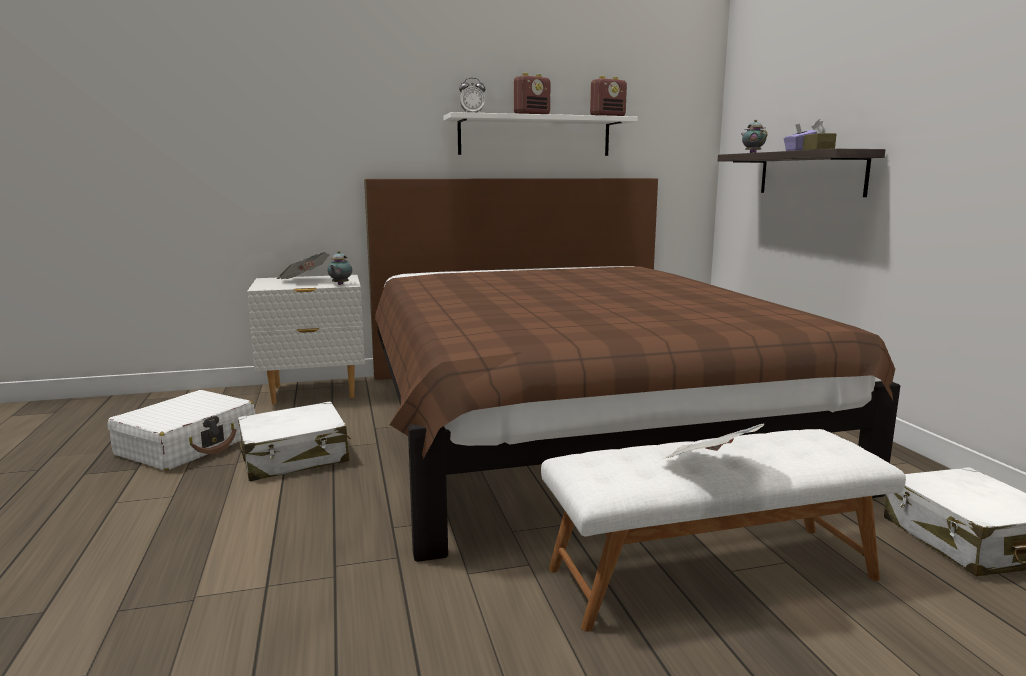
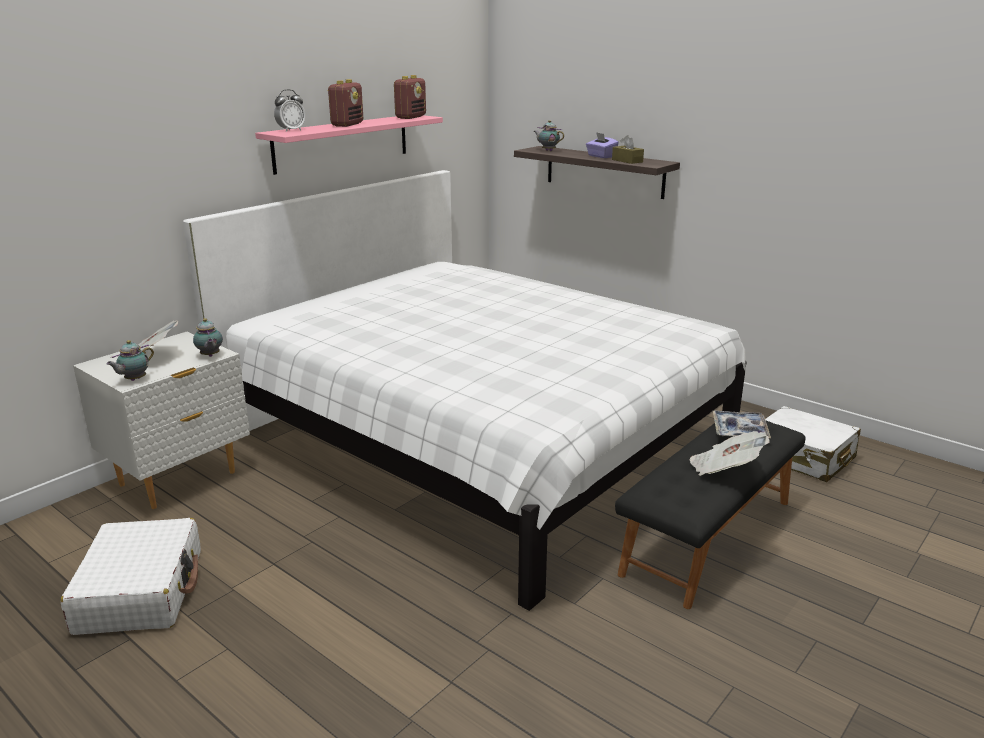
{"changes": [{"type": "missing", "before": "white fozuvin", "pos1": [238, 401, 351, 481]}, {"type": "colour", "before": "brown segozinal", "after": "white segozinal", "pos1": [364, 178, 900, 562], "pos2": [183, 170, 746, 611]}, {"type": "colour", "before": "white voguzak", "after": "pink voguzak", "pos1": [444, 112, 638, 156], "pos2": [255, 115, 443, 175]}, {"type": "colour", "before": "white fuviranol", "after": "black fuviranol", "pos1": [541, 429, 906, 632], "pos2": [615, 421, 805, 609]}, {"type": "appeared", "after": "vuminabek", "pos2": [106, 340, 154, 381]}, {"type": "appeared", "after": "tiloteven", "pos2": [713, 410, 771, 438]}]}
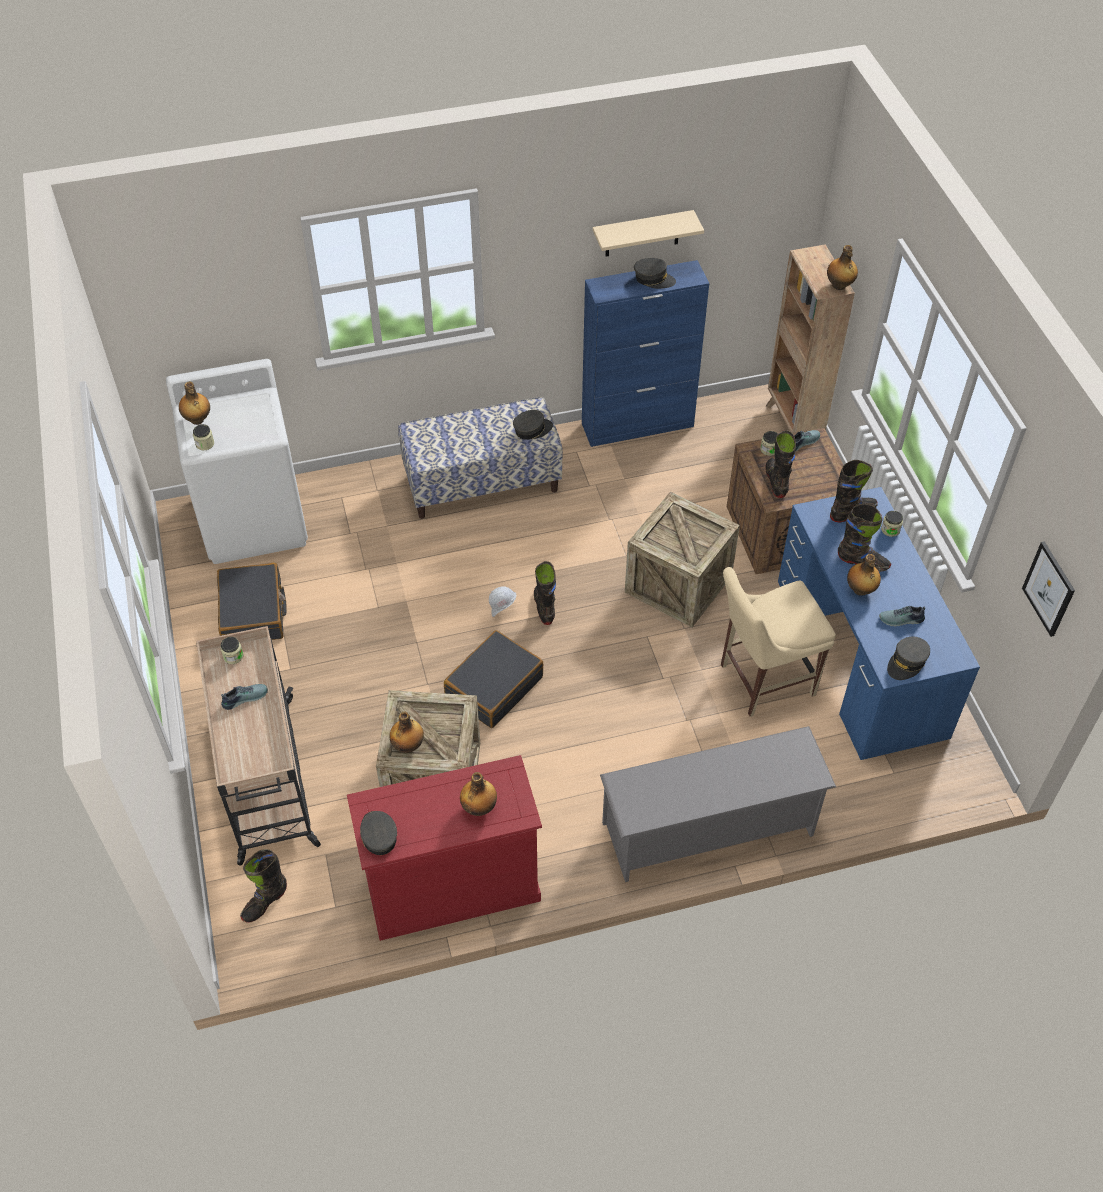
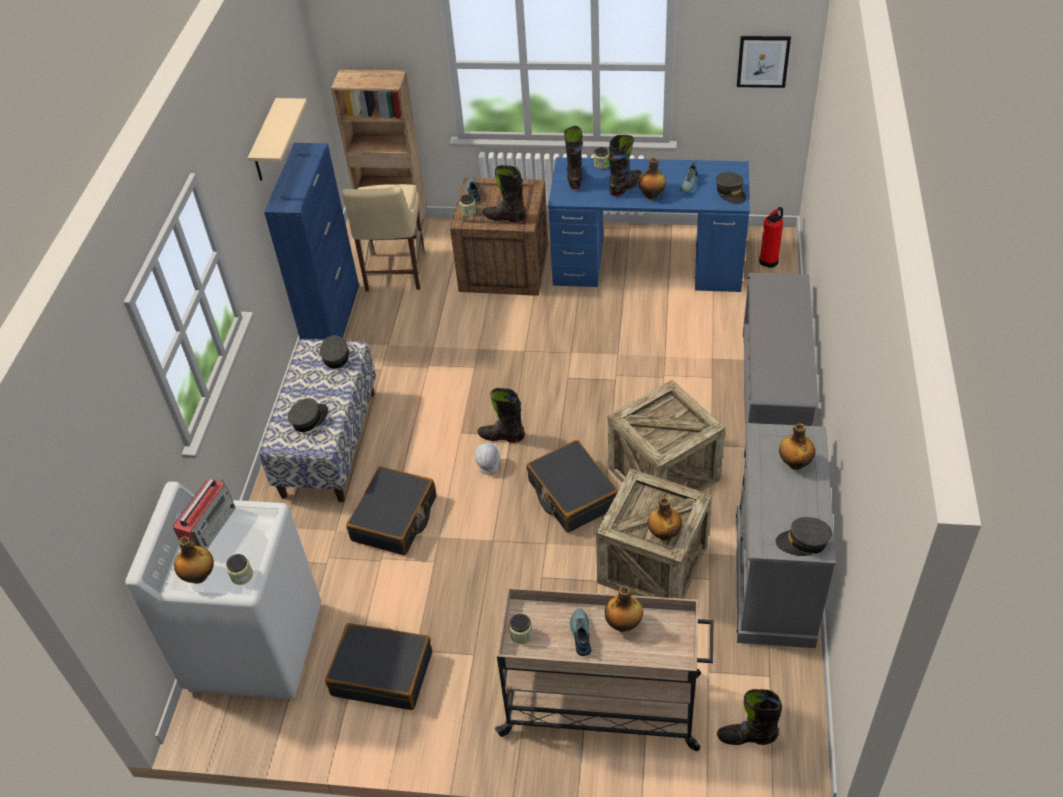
{"changes": [{"type": "spun", "before": "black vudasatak", "pos1": [240, 849, 287, 923], "pos2": [717, 689, 782, 745], "turn": 120}, {"type": "colour", "before": "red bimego", "after": "grey bimego", "pos1": [347, 755, 542, 941], "pos2": [736, 423, 836, 648]}, {"type": "relocated", "before": "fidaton", "pos1": [625, 492, 740, 627], "pos2": [608, 380, 725, 492]}, {"type": "relocated", "before": "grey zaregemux", "pos1": [634, 258, 676, 289], "pos2": [288, 398, 328, 432]}, {"type": "relocated", "before": "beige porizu", "pos1": [721, 567, 836, 717], "pos2": [342, 184, 425, 292]}, {"type": "relocated", "before": "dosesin", "pos1": [827, 245, 858, 290], "pos2": [605, 586, 643, 632]}, {"type": "appeared", "after": "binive", "pos2": [173, 478, 235, 549]}, {"type": "appeared", "after": "black fozuvin", "pos2": [346, 466, 436, 555]}, {"type": "appeared", "after": "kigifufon", "pos2": [759, 207, 783, 268]}]}
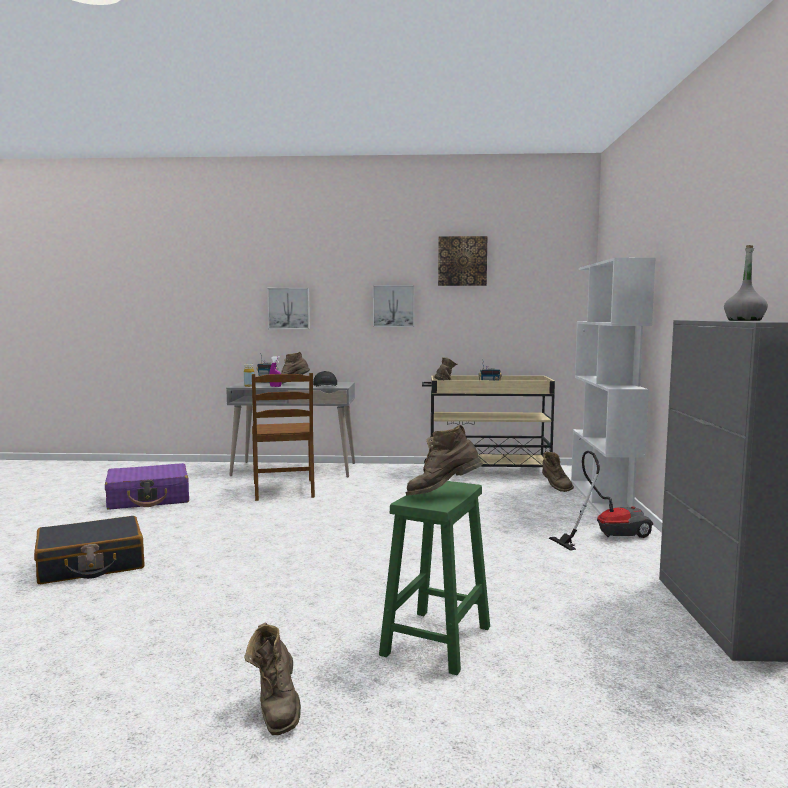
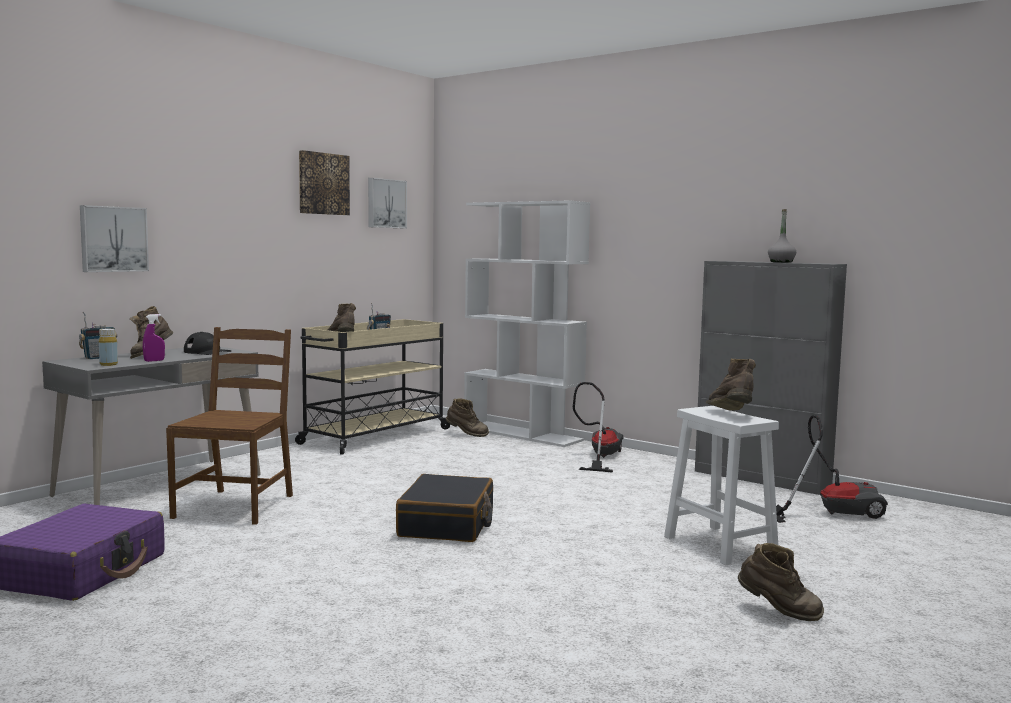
{"changes": [{"type": "relocated", "before": "black fozuvin", "pos1": [34, 516, 145, 584], "pos2": [396, 474, 493, 542]}, {"type": "spun", "before": "brown porizu", "pos1": [252, 373, 315, 501], "pos2": [166, 327, 293, 525], "turn": -105}, {"type": "relocated", "before": "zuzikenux", "pos1": [373, 285, 414, 327], "pos2": [368, 178, 407, 228]}, {"type": "colour", "before": "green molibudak", "after": "white molibudak", "pos1": [379, 481, 490, 675], "pos2": [664, 406, 779, 565]}, {"type": "spun", "before": "brown vudasatak", "pos1": [406, 425, 483, 496], "pos2": [706, 358, 756, 411], "turn": 150}, {"type": "appeared", "after": "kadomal", "pos2": [776, 415, 888, 523]}]}
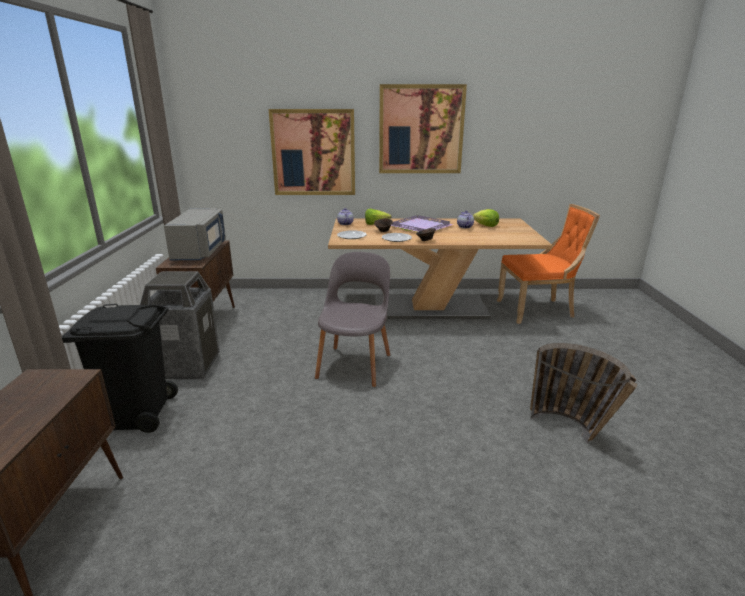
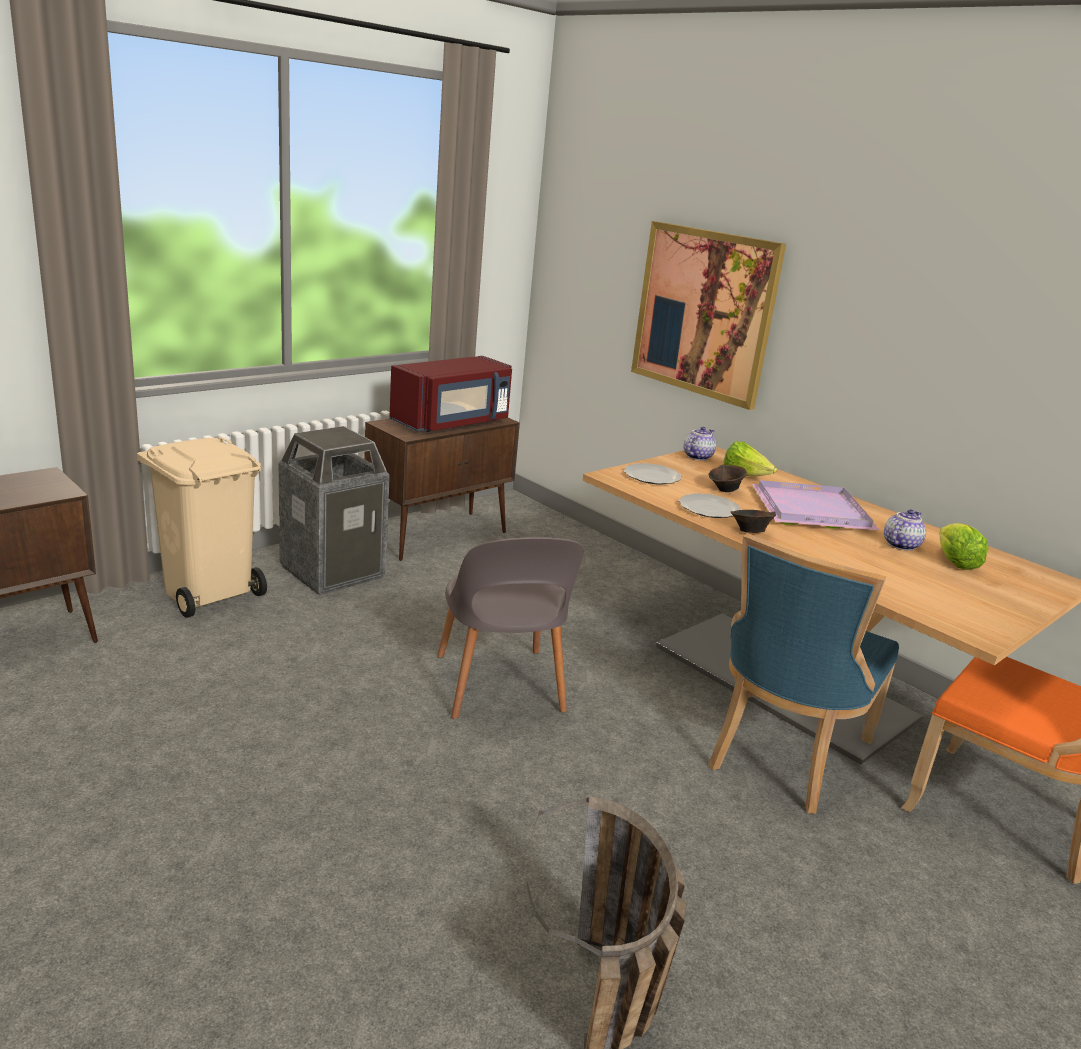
{"changes": [{"type": "colour", "before": "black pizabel", "after": "beige pizabel", "pos1": [62, 304, 178, 433], "pos2": [137, 437, 267, 618]}, {"type": "colour", "before": "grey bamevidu", "after": "red bamevidu", "pos1": [164, 208, 226, 260], "pos2": [389, 356, 512, 432]}, {"type": "spun", "before": "grey porizu", "pos1": [315, 252, 390, 387], "pos2": [437, 537, 584, 719], "turn": 105}, {"type": "missing", "before": "zuzikenux", "pos1": [379, 84, 467, 173]}, {"type": "appeared", "after": "blue porizu", "pos2": [708, 533, 899, 814]}]}
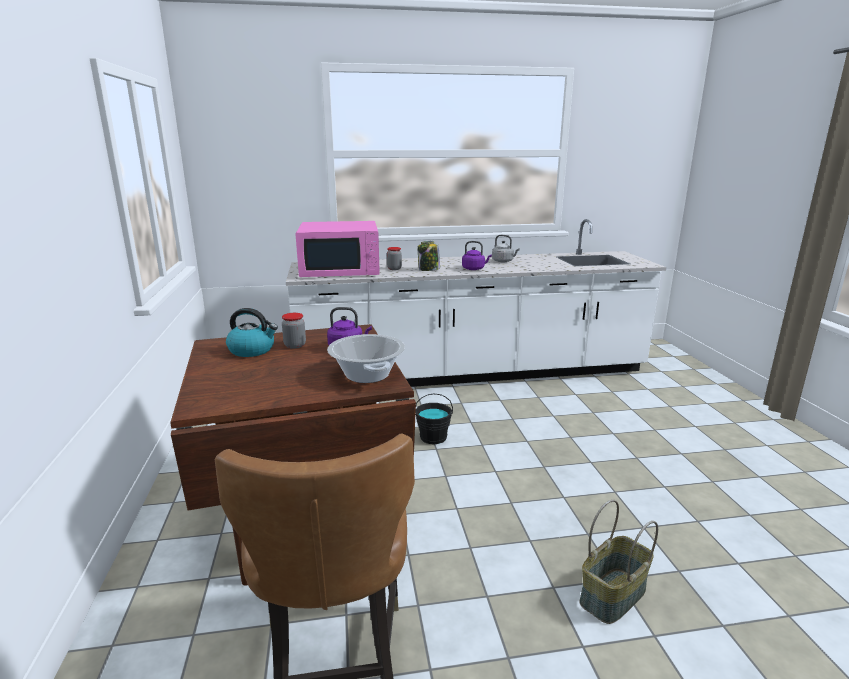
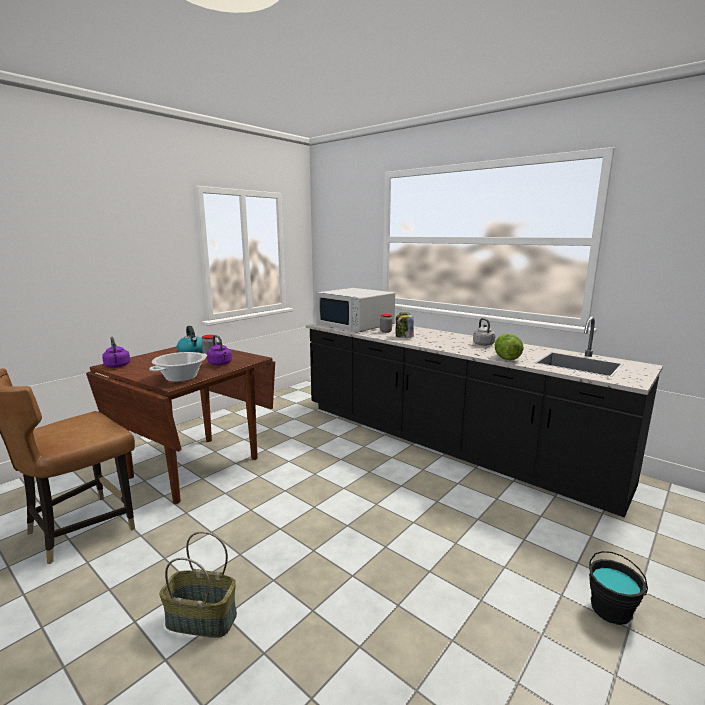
{"changes": [{"type": "colour", "before": "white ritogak", "after": "black ritogak", "pos1": [286, 219, 666, 387], "pos2": [306, 316, 663, 518]}, {"type": "colour", "before": "pink bamevidu", "after": "white bamevidu", "pos1": [295, 221, 380, 277], "pos2": [316, 288, 395, 332]}, {"type": "relocated", "before": "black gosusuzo", "pos1": [415, 394, 453, 444], "pos2": [589, 551, 648, 625]}, {"type": "relocated", "before": "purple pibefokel", "pos1": [462, 241, 492, 270], "pos2": [102, 337, 130, 368]}, {"type": "appeared", "after": "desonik", "pos2": [495, 334, 524, 360]}]}
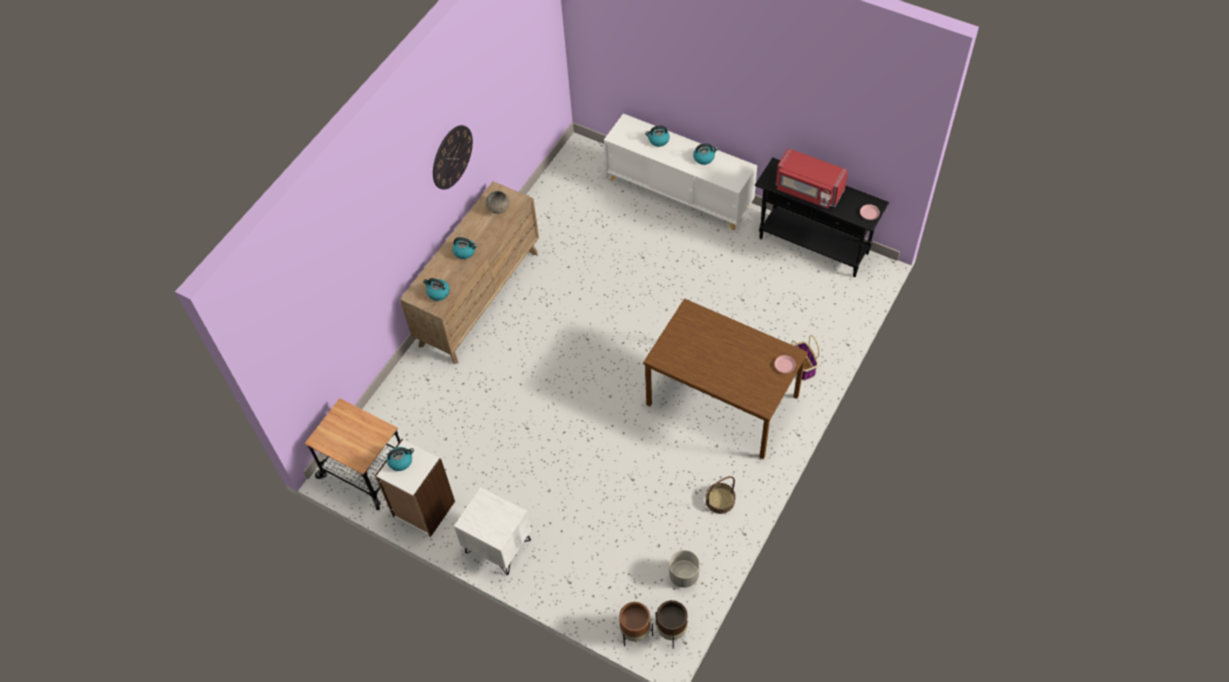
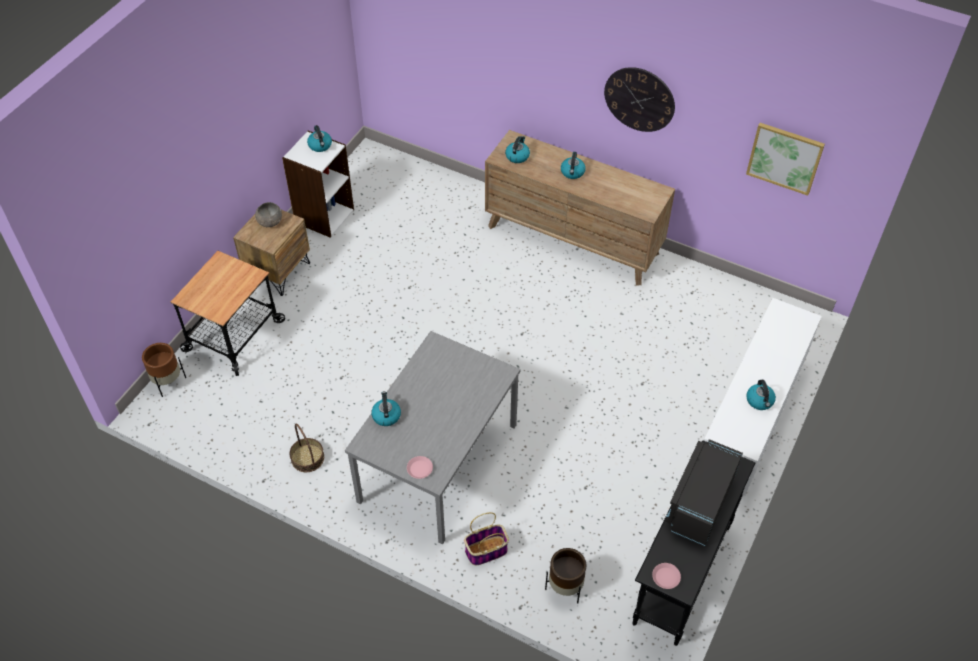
{"changes": [{"type": "relocated", "before": "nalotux", "pos1": [304, 398, 400, 510], "pos2": [171, 251, 285, 376]}, {"type": "colour", "before": "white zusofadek", "after": "brown zusofadek", "pos1": [454, 487, 531, 575], "pos2": [233, 210, 310, 296]}, {"type": "relocated", "before": "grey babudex", "pos1": [486, 191, 510, 214], "pos2": [255, 202, 282, 227]}, {"type": "colour", "before": "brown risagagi", "after": "grey risagagi", "pos1": [643, 298, 808, 459], "pos2": [345, 331, 521, 545]}, {"type": "relocated", "before": "pibefokel", "pos1": [645, 125, 670, 147], "pos2": [371, 391, 401, 426]}, {"type": "relocated", "before": "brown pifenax", "pos1": [655, 600, 687, 649], "pos2": [545, 548, 586, 604]}, {"type": "missing", "before": "grey pifenax", "pos1": [669, 550, 700, 588]}, {"type": "colour", "before": "red bamevidu", "after": "black bamevidu", "pos1": [775, 148, 848, 209], "pos2": [665, 439, 743, 546]}, {"type": "appeared", "after": "zuzikenux", "pos2": [746, 123, 825, 196]}]}
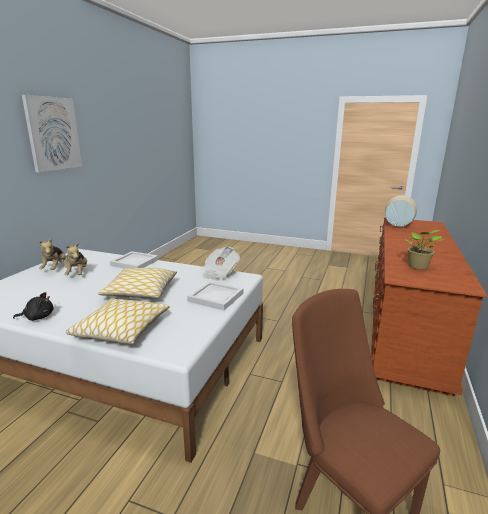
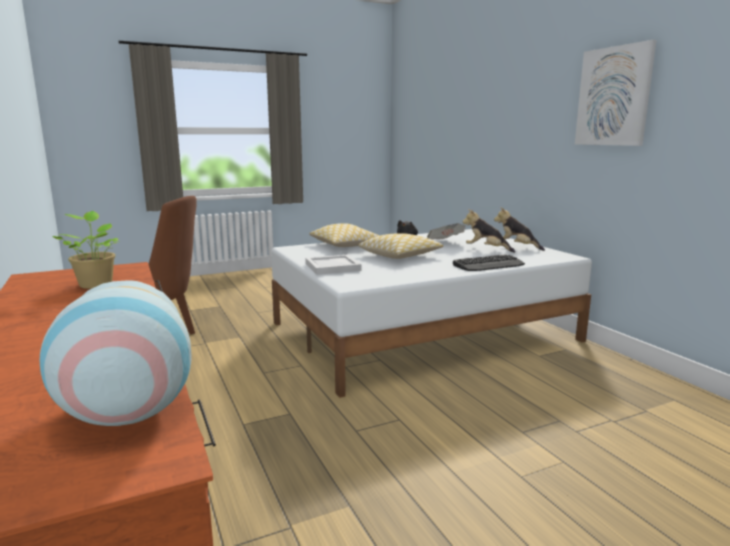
{"changes": [{"type": "exchanged", "before": "white tiloteven", "after": "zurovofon", "pos1": [110, 251, 158, 268], "pos2": [453, 254, 525, 271]}, {"type": "relocated", "before": "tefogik", "pos1": [203, 247, 240, 279], "pos2": [427, 223, 466, 240]}]}
